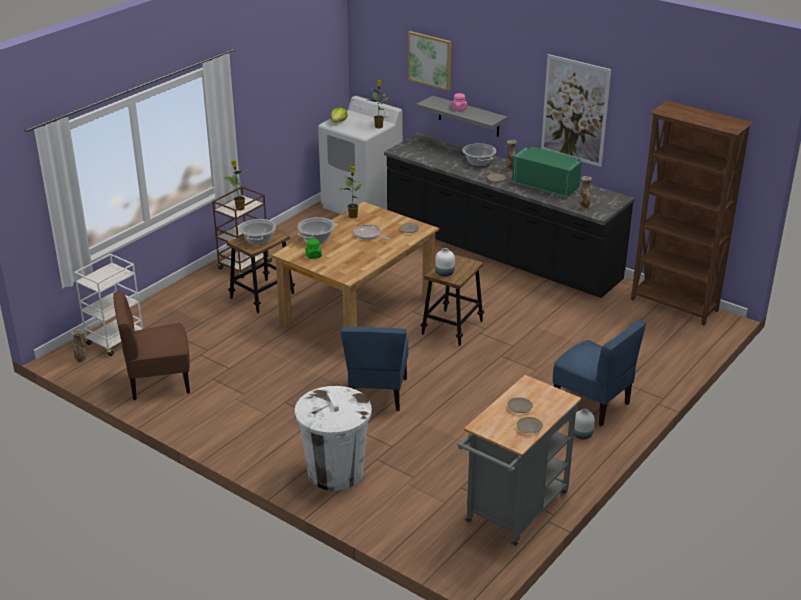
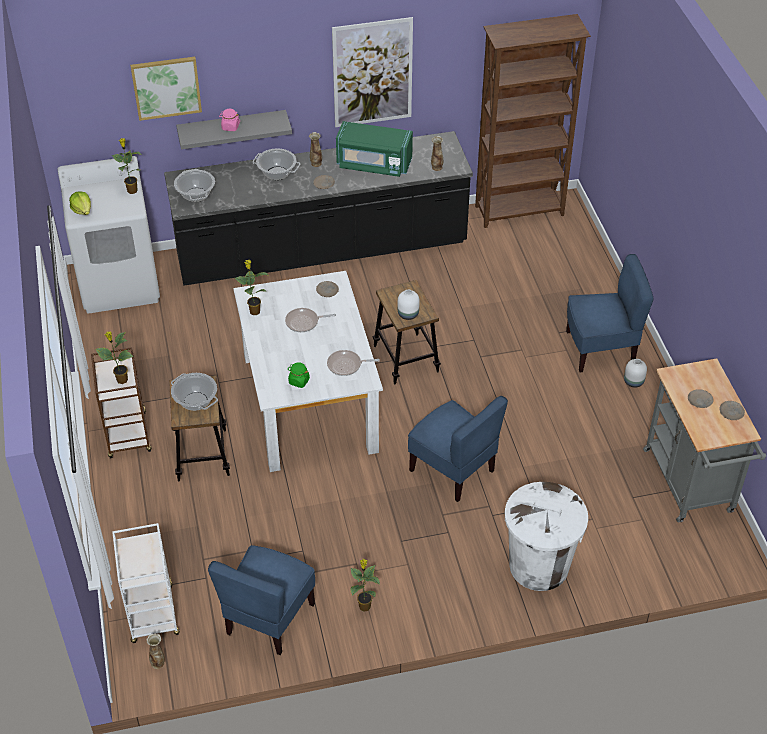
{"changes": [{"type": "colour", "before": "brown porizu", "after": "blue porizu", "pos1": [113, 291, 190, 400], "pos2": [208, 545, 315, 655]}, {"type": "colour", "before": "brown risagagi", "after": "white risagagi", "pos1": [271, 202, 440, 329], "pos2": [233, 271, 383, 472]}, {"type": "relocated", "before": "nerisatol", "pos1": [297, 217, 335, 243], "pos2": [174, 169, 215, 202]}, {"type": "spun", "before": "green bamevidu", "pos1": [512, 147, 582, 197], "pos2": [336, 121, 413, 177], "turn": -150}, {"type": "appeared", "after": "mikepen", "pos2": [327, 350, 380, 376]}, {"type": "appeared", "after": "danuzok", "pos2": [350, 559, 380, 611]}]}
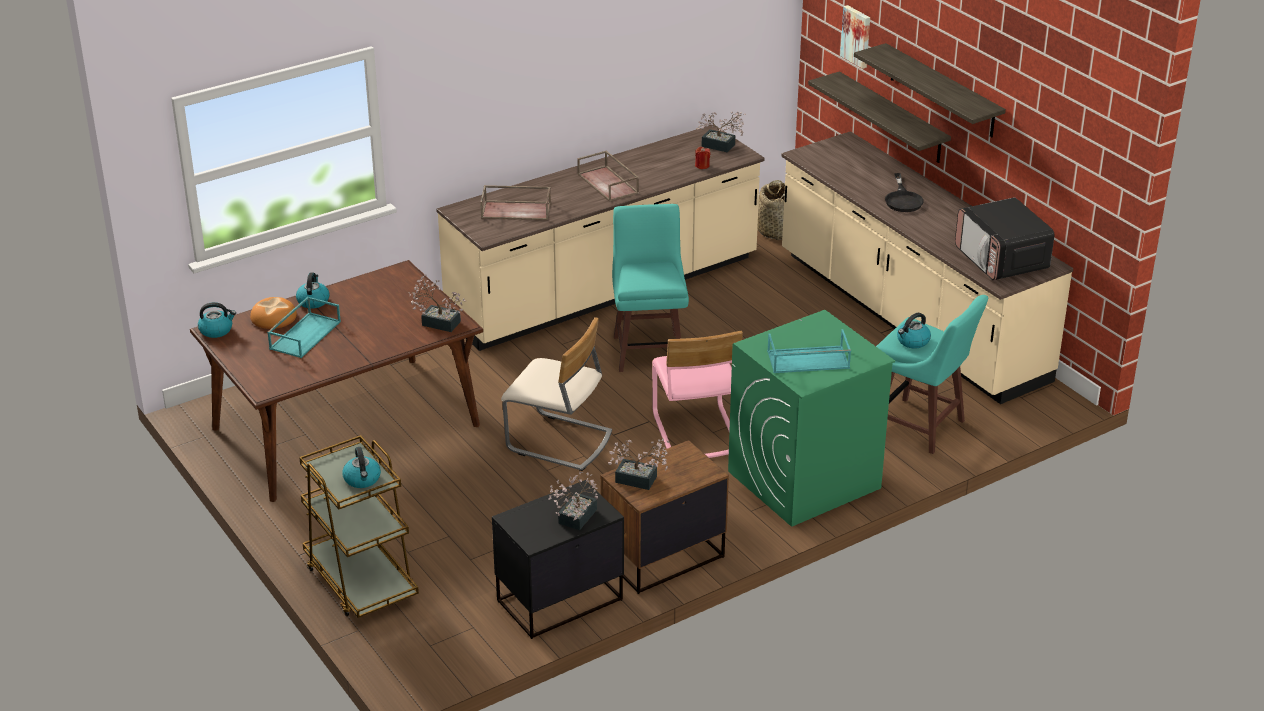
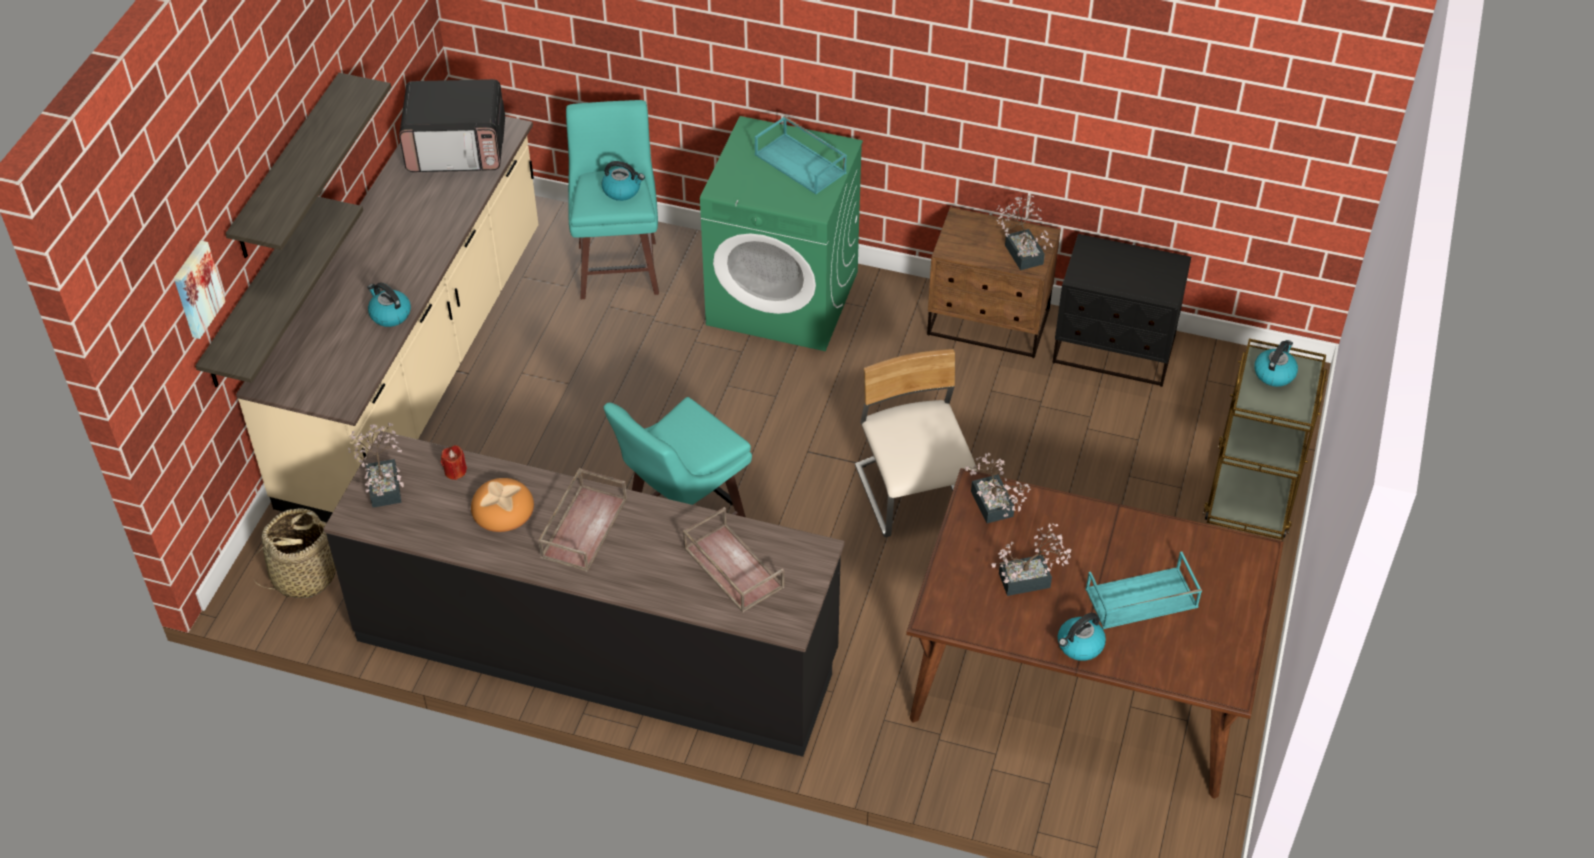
{"changes": [{"type": "relocated", "before": "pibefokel", "pos1": [198, 302, 236, 338], "pos2": [367, 282, 411, 327]}, {"type": "relocated", "before": "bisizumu", "pos1": [250, 297, 297, 329], "pos2": [471, 478, 534, 532]}, {"type": "colour", "before": "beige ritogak", "after": "black ritogak", "pos1": [436, 124, 765, 351], "pos2": [323, 431, 845, 757]}, {"type": "relocated", "before": "danuzok", "pos1": [548, 472, 598, 530], "pos2": [991, 523, 1071, 596]}, {"type": "missing", "before": "pink porizu", "pos1": [652, 331, 743, 458]}, {"type": "missing", "before": "black mikepen", "pos1": [885, 173, 924, 212]}, {"type": "spun", "before": "bamevidu", "pos1": [955, 197, 1054, 280], "pos2": [399, 79, 505, 172], "turn": 60}]}
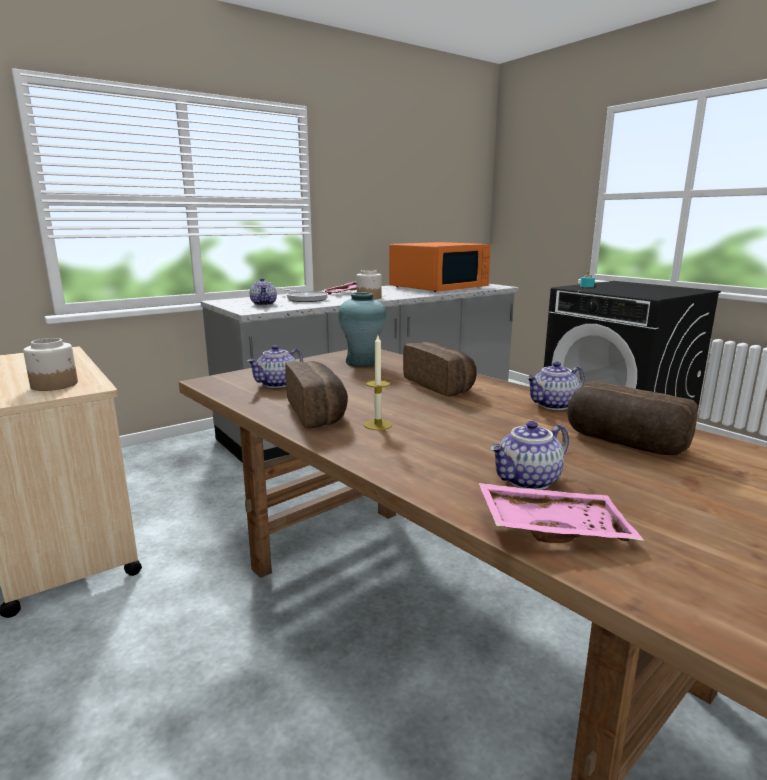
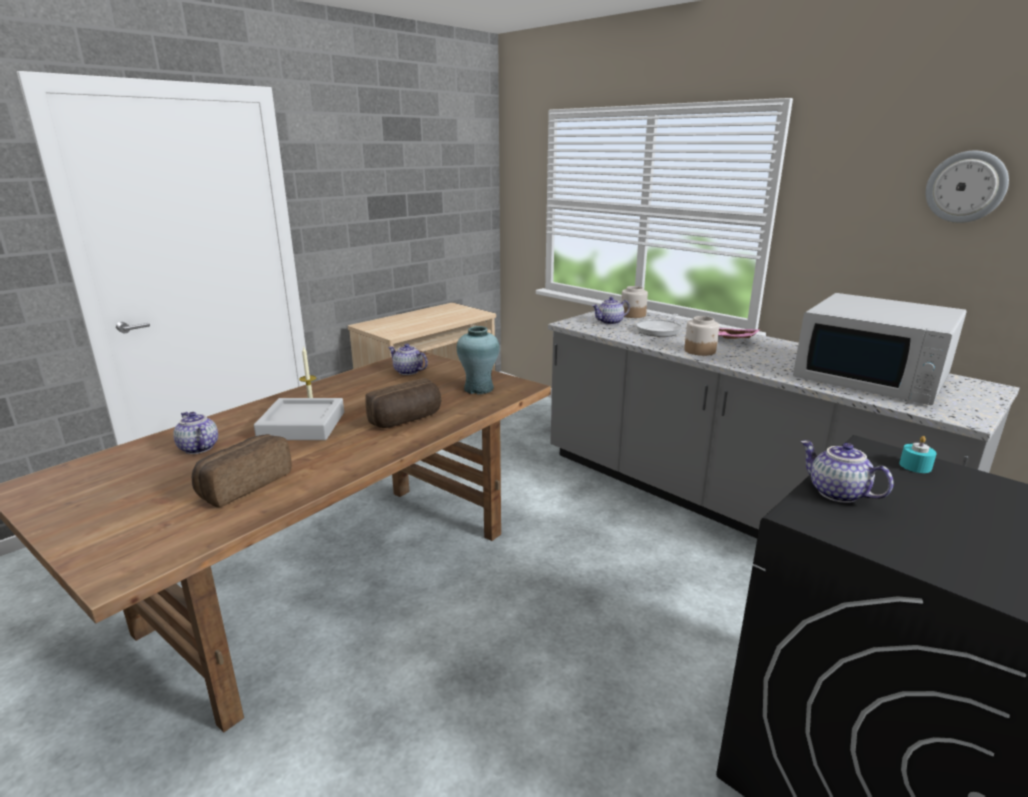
{"changes": [{"type": "relocated", "before": "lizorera", "pos1": [23, 338, 78, 391], "pos2": [621, 286, 648, 318]}, {"type": "missing", "before": "bisizumu", "pos1": [285, 361, 348, 429]}, {"type": "colour", "before": "orange bamevidu", "after": "white bamevidu", "pos1": [389, 242, 491, 292], "pos2": [793, 293, 967, 405]}, {"type": "missing", "before": "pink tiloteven", "pos1": [479, 483, 644, 543]}, {"type": "relocated", "before": "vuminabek", "pos1": [526, 361, 585, 410], "pos2": [801, 440, 894, 503]}, {"type": "appeared", "after": "grey tiloteven", "pos2": [254, 398, 344, 440]}, {"type": "appeared", "after": "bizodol", "pos2": [926, 151, 1009, 223]}]}
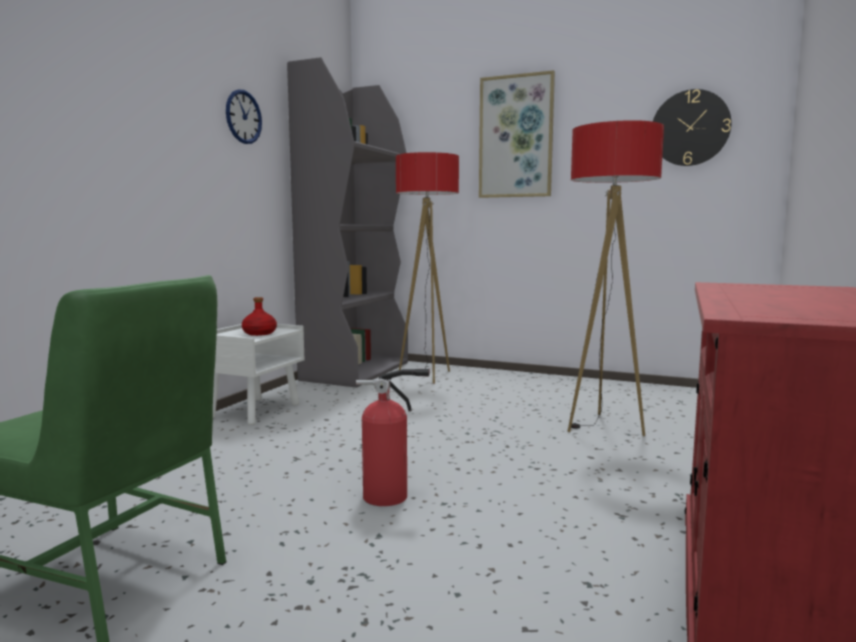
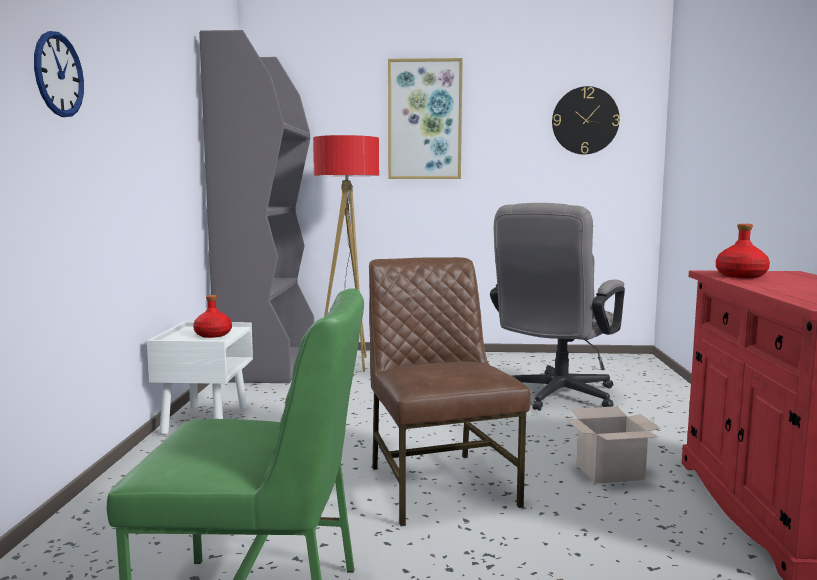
{"changes": [{"type": "relocated", "before": "bizodol", "pos1": [226, 89, 262, 144], "pos2": [34, 31, 84, 117]}, {"type": "exchanged", "before": "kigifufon", "after": "brown porizu", "pos1": [356, 369, 430, 506], "pos2": [369, 257, 531, 526]}, {"type": "exchanged", "before": "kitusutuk", "after": "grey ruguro", "pos1": [568, 120, 664, 436], "pos2": [490, 203, 625, 411]}, {"type": "appeared", "after": "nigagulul", "pos2": [565, 406, 661, 484]}, {"type": "appeared", "after": "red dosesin", "pos2": [716, 224, 770, 278]}]}
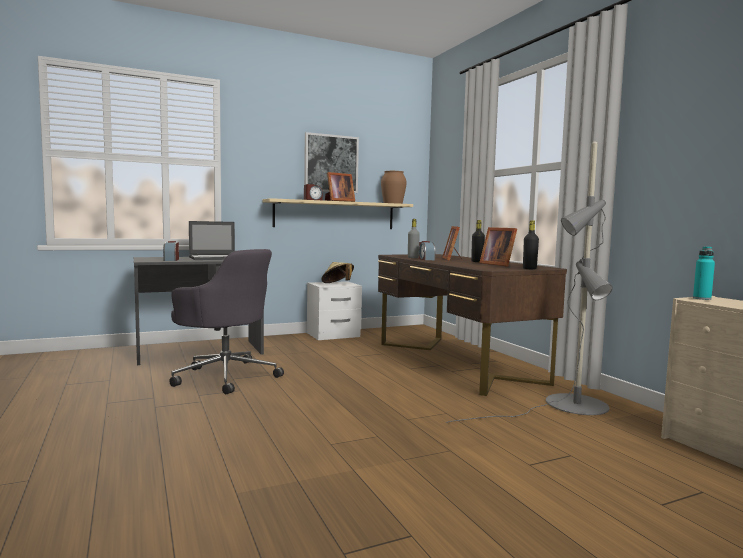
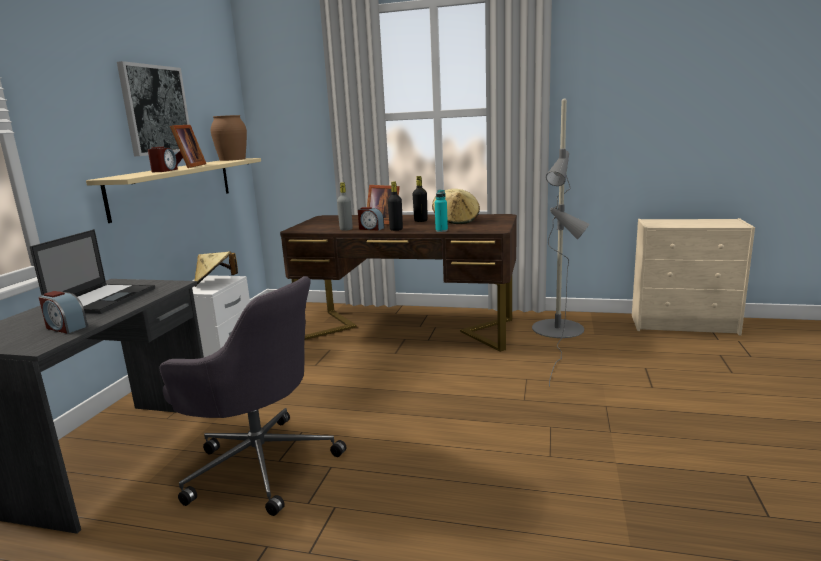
{"changes": [{"type": "spun", "before": "grey ruguro", "pos1": [170, 249, 284, 394], "pos2": [160, 276, 346, 516], "turn": 45}, {"type": "exchanged", "before": "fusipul", "after": "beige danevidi", "pos1": [479, 227, 517, 267], "pos2": [432, 189, 480, 224]}, {"type": "relocated", "before": "black dosesin", "pos1": [523, 220, 539, 269], "pos2": [388, 181, 403, 231]}, {"type": "relocated", "before": "turquoise dosesin", "pos1": [693, 246, 715, 300], "pos2": [435, 190, 448, 232]}]}
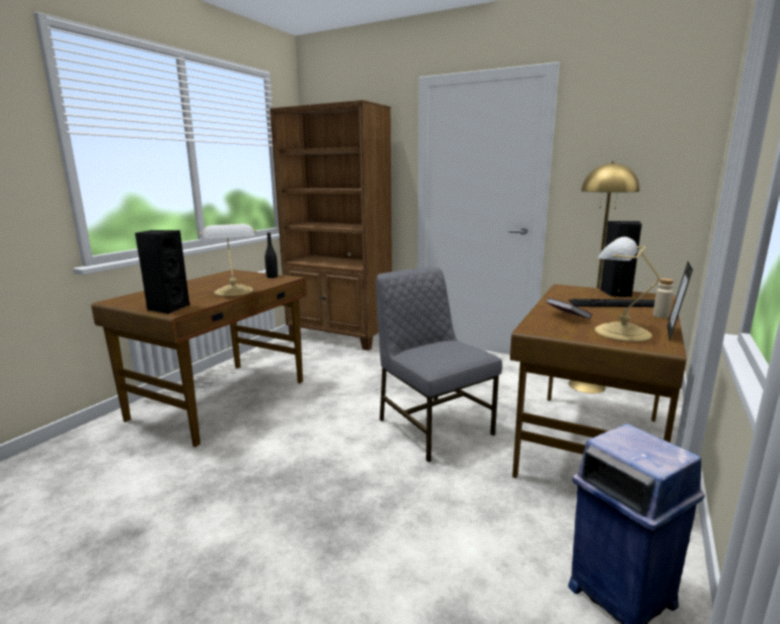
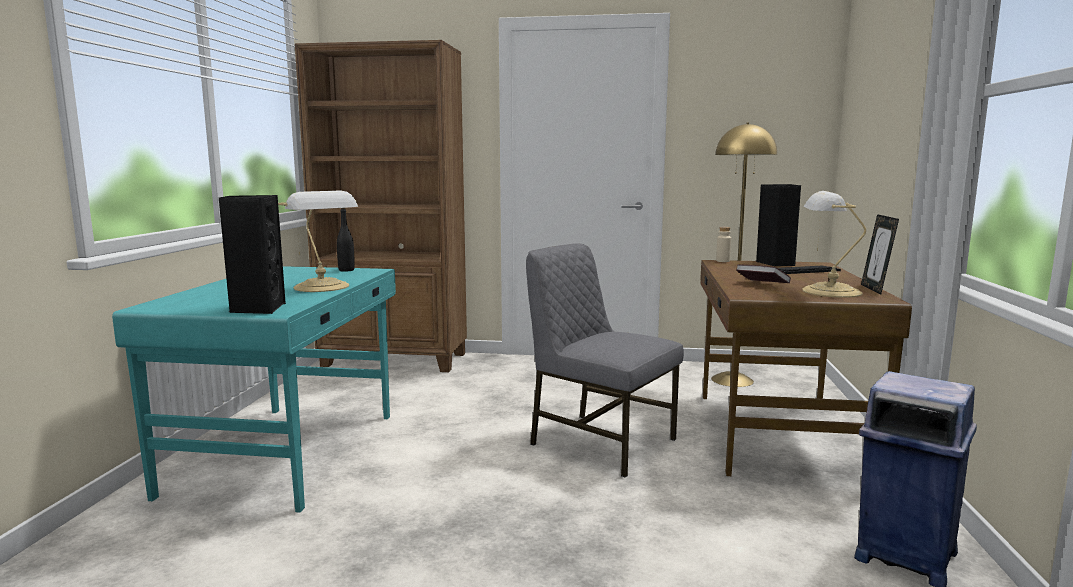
{"changes": [{"type": "colour", "before": "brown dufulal", "after": "turquoise dufulal", "pos1": [91, 270, 307, 447], "pos2": [112, 266, 396, 513]}, {"type": "relocated", "before": "beige dosesin", "pos1": [653, 278, 674, 318], "pos2": [716, 227, 731, 262]}]}
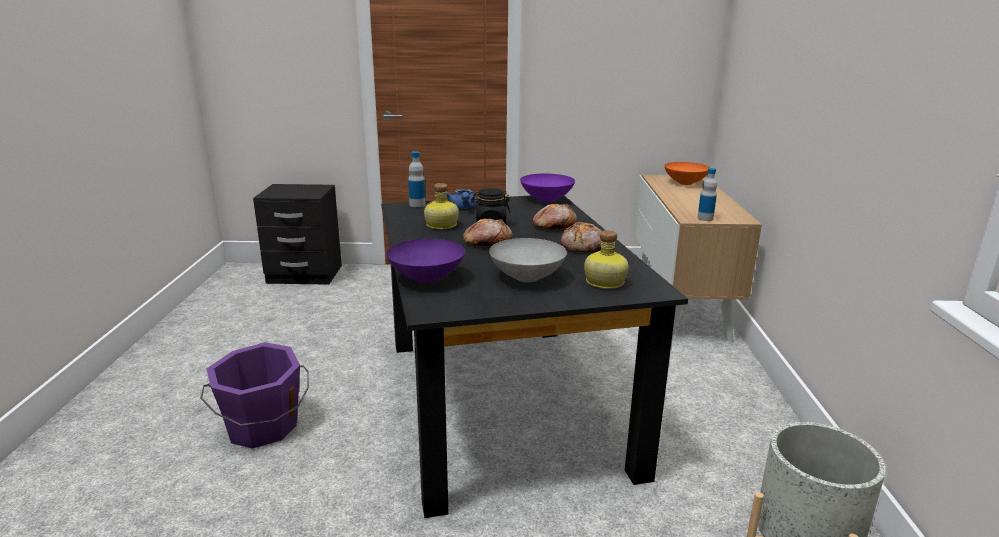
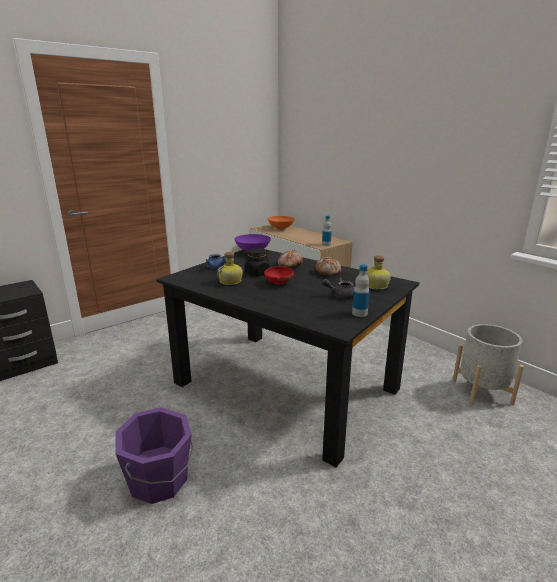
{"changes": [{"type": "missing", "before": "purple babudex", "pos1": [386, 239, 465, 283]}, {"type": "relocated", "before": "dosesin", "pos1": [408, 151, 426, 207], "pos2": [352, 265, 370, 317]}, {"type": "exchanged", "before": "bisizumu", "after": "red babudex", "pos1": [463, 218, 513, 247], "pos2": [264, 266, 294, 285]}, {"type": "exchanged", "before": "grey babudex", "after": "grey vuminabek", "pos1": [489, 238, 567, 282], "pos2": [322, 278, 355, 299]}]}
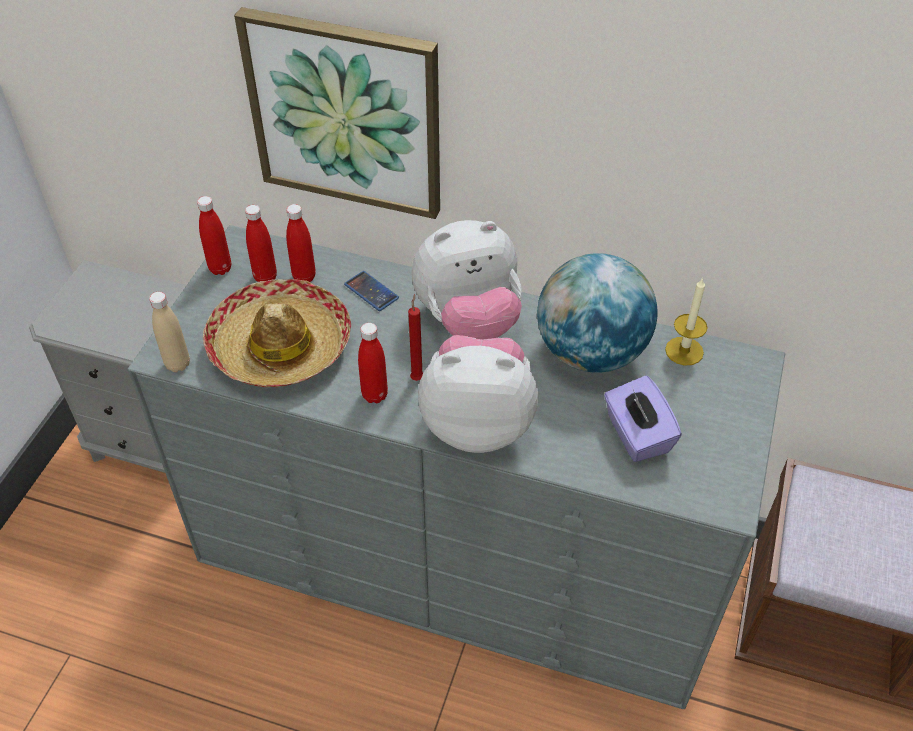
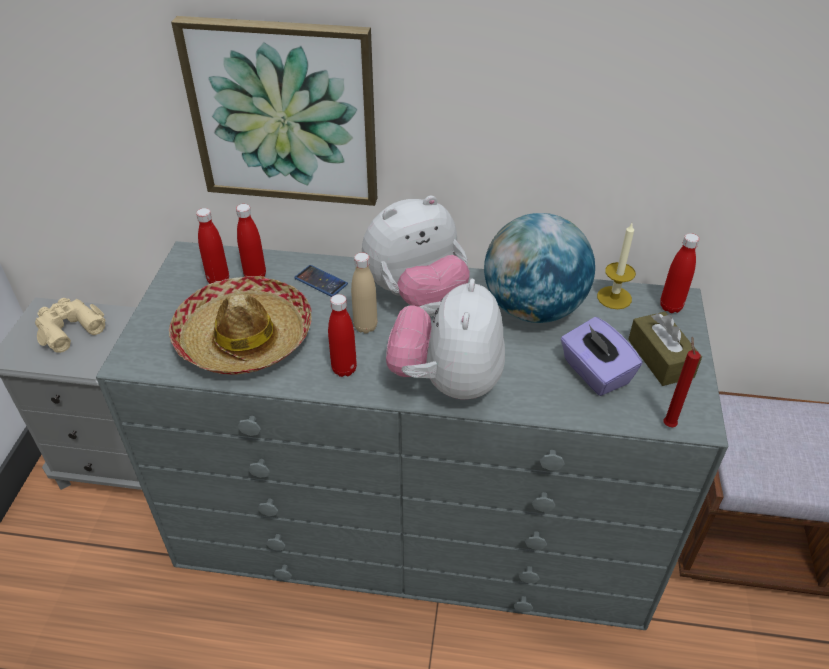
{"changes": [{"type": "relocated", "before": "beige dosesin", "pos1": [149, 292, 190, 372], "pos2": [351, 253, 377, 333]}, {"type": "relocated", "before": "red dosesin", "pos1": [197, 196, 231, 275], "pos2": [660, 233, 699, 313]}, {"type": "relocated", "before": "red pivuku", "pos1": [408, 294, 423, 381], "pos2": [663, 337, 700, 427]}, {"type": "spun", "before": "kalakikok", "pos1": [418, 335, 538, 453], "pos2": [386, 279, 505, 400], "turn": -75}, {"type": "appeared", "after": "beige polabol", "pos2": [35, 298, 105, 353]}, {"type": "appeared", "after": "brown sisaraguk", "pos2": [628, 312, 702, 386]}]}
